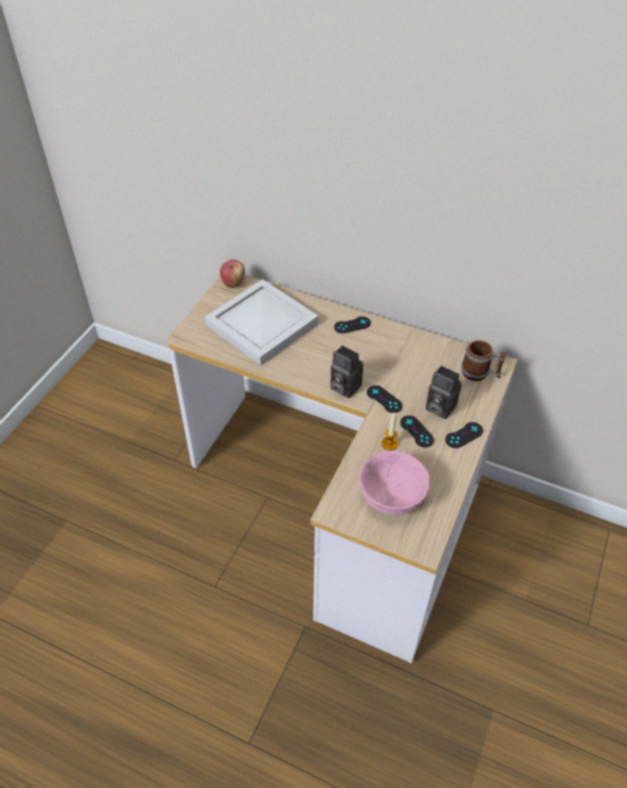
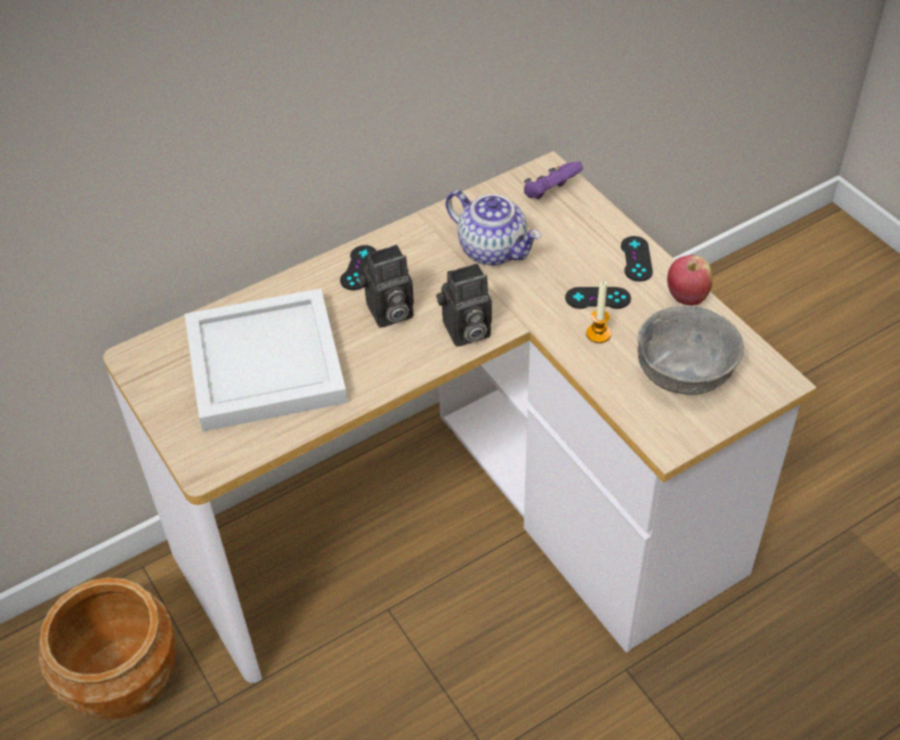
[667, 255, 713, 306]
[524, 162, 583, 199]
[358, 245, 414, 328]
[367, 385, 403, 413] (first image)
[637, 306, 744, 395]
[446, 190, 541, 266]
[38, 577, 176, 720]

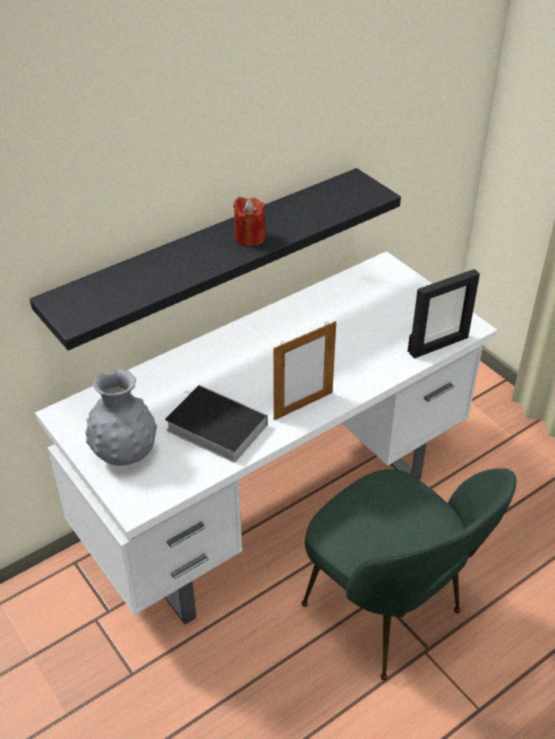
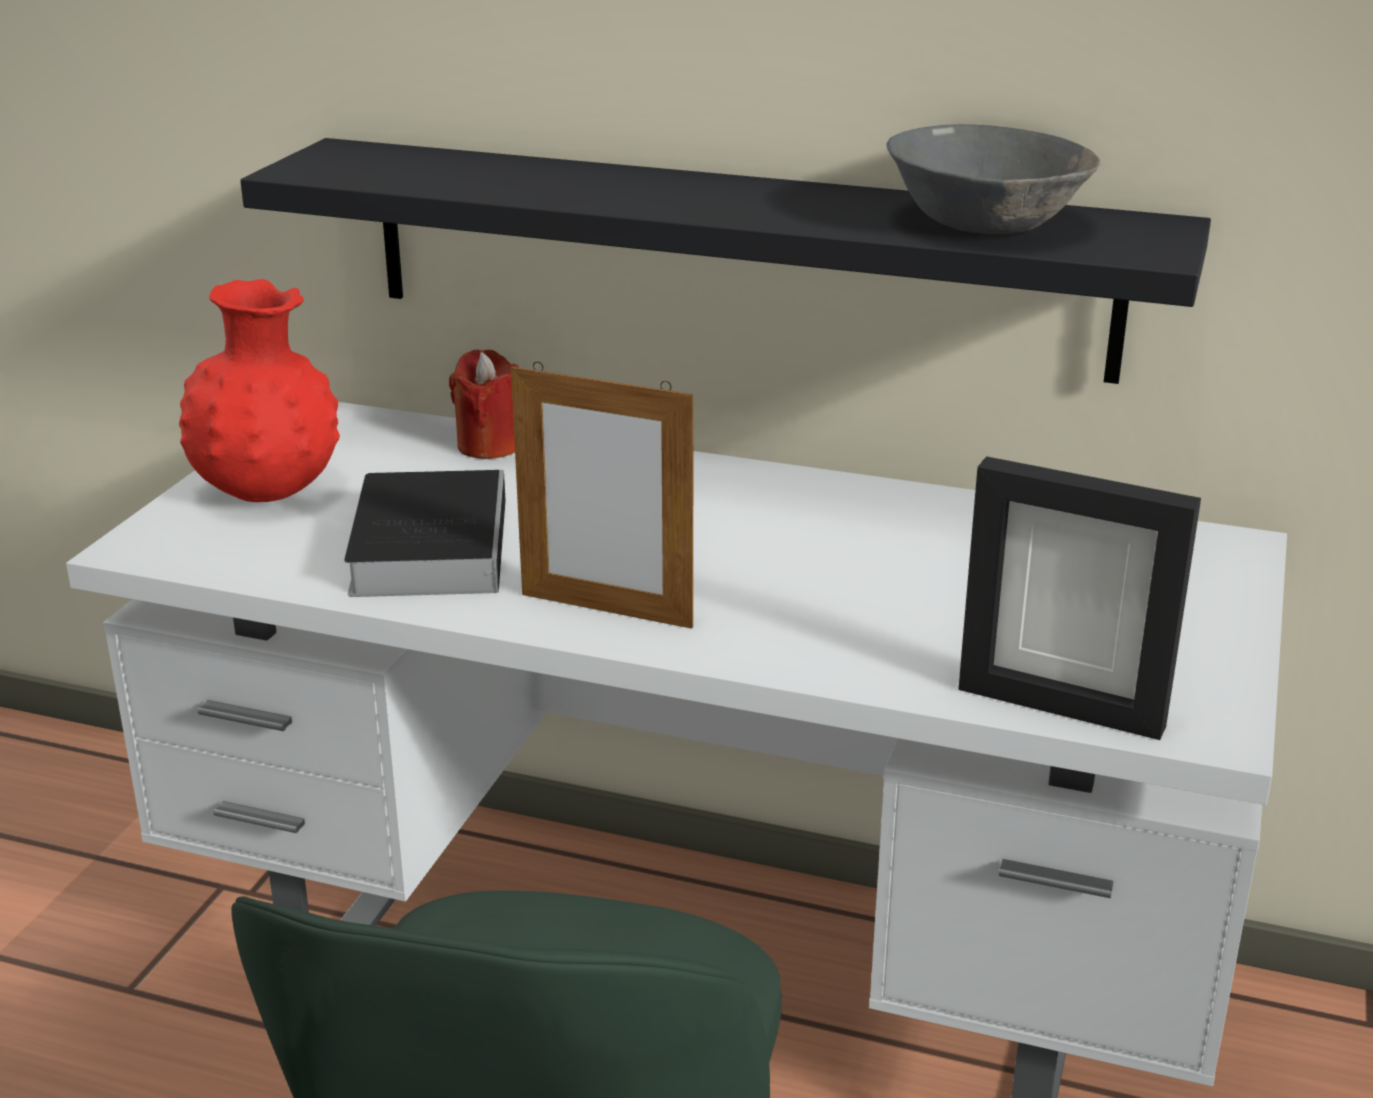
[449, 350, 519, 459]
[179, 279, 340, 502]
[886, 124, 1100, 234]

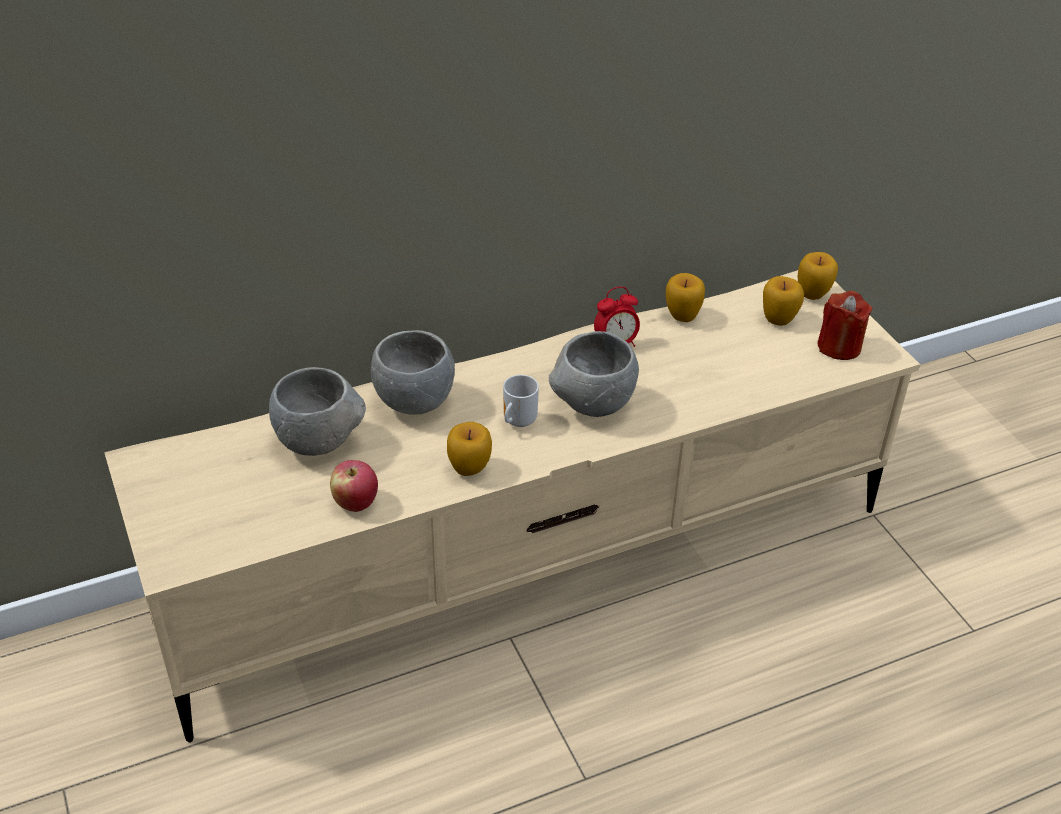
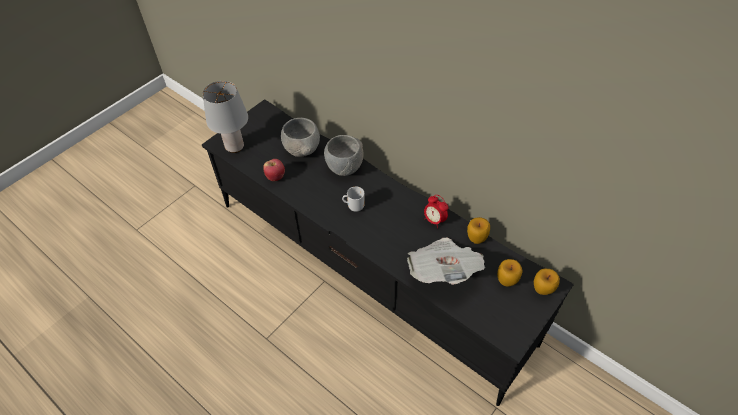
[202, 99, 574, 406]
[817, 291, 872, 360] (first image)
[549, 331, 639, 417] (first image)
[447, 422, 492, 476] (first image)
[203, 81, 248, 153]
[407, 238, 485, 285]

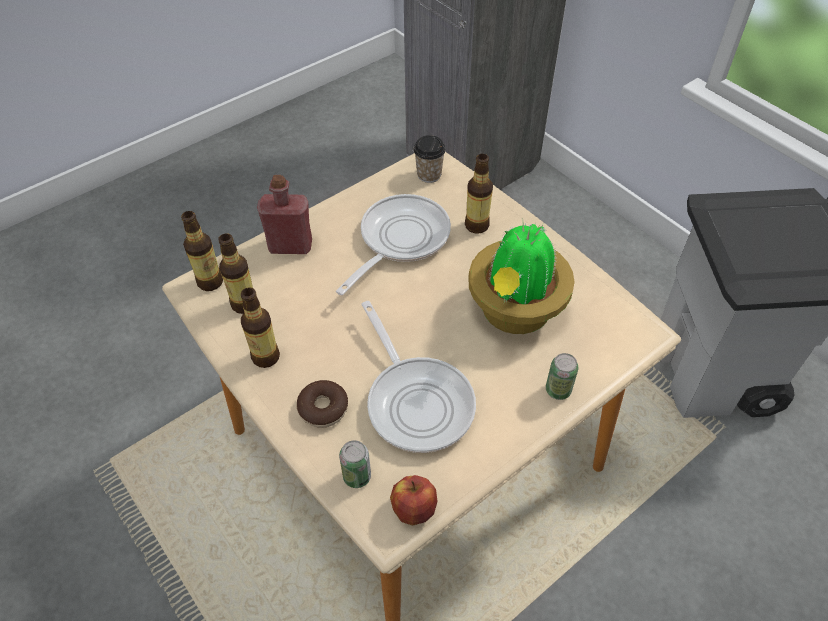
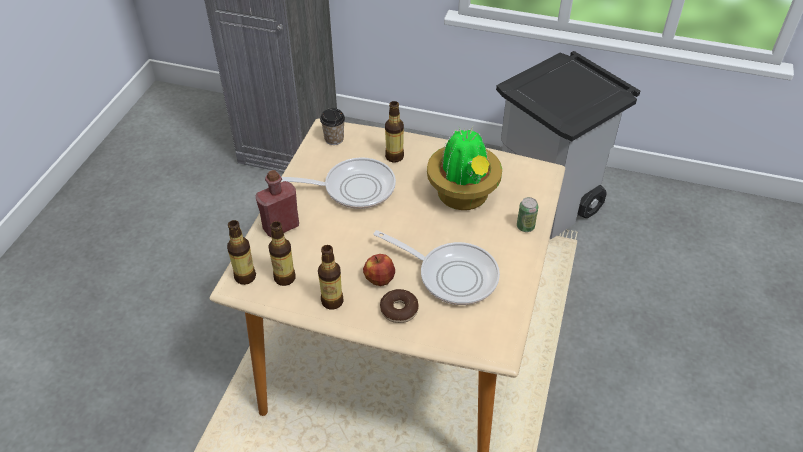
[281, 157, 396, 209]
[339, 440, 371, 488] (first image)
[363, 254, 395, 286]

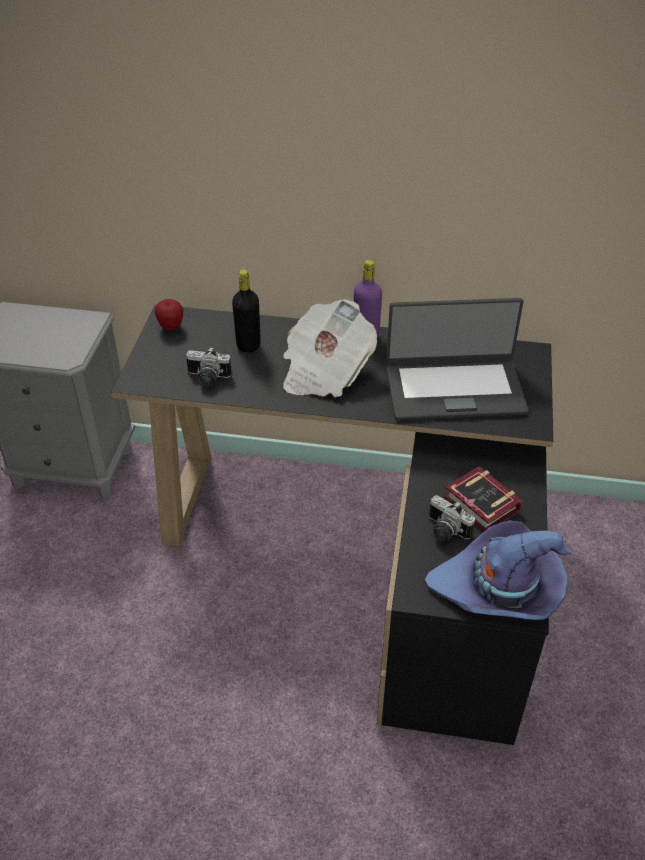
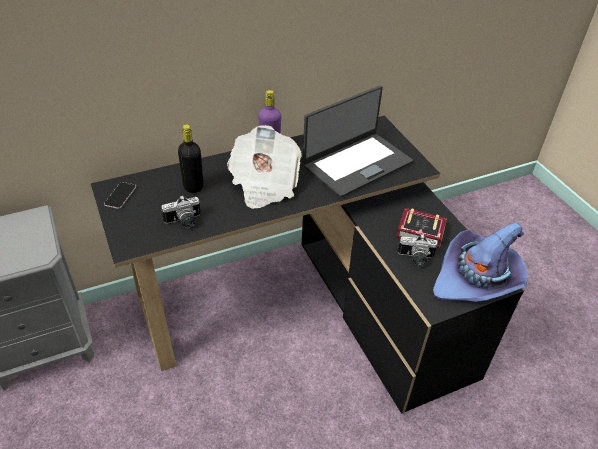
[104, 182, 136, 209]

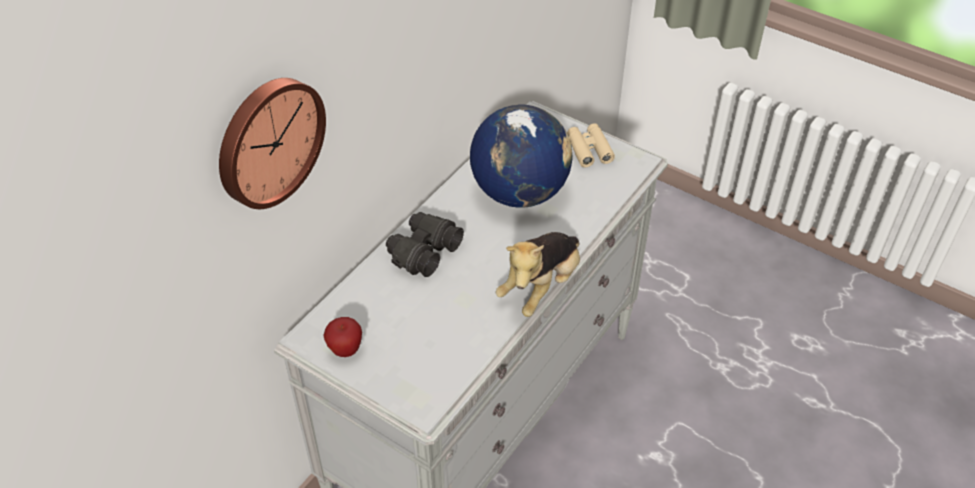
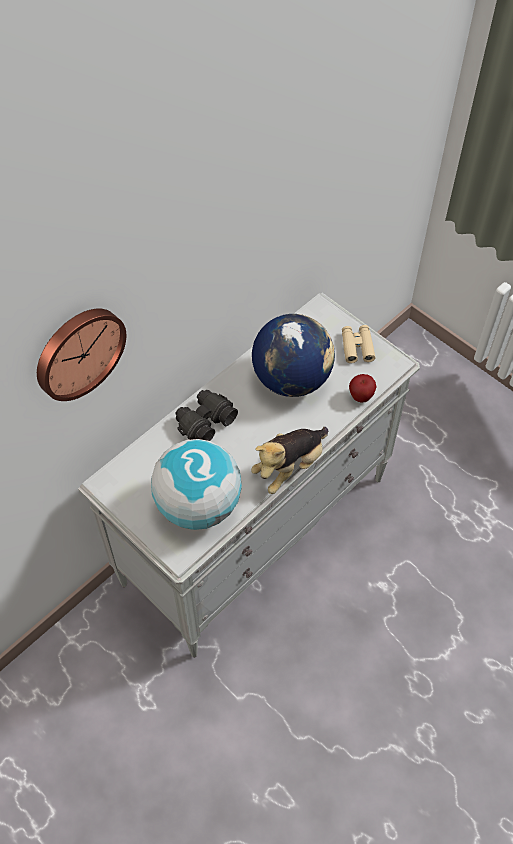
[349, 374, 376, 403]
[151, 439, 242, 530]

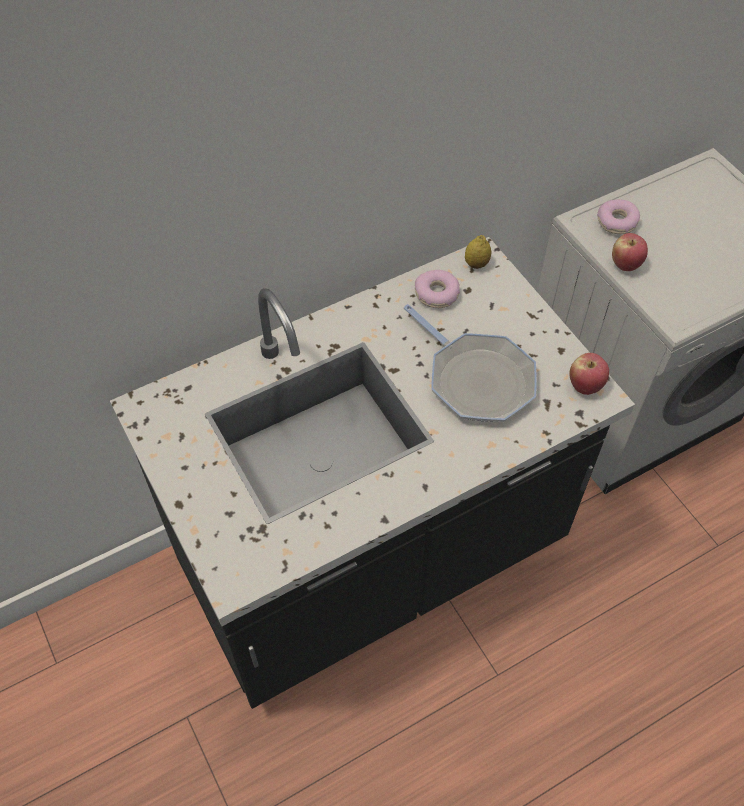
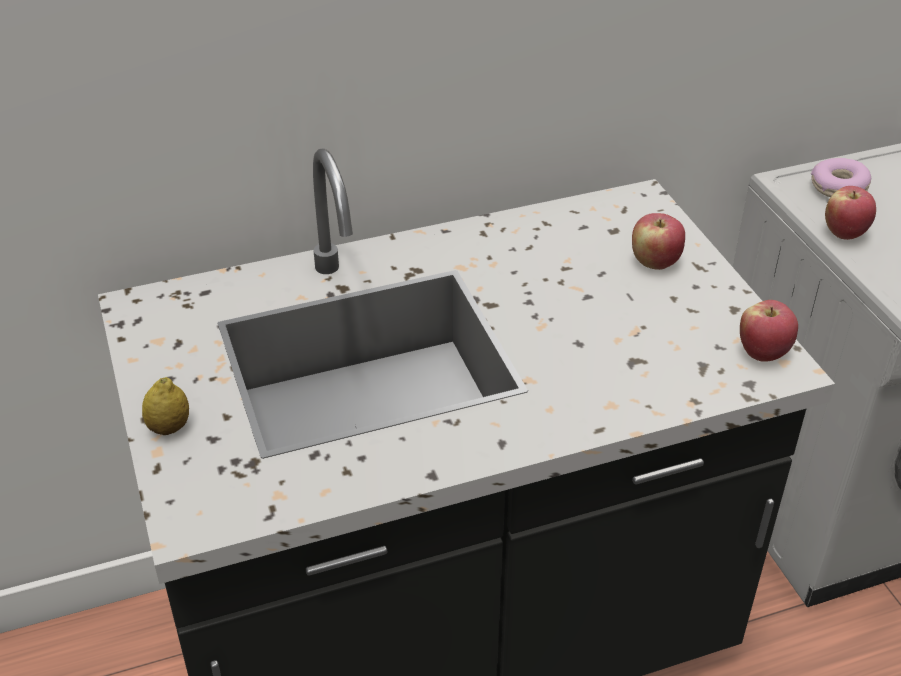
[142, 377, 189, 435]
[415, 270, 460, 308] (first image)
[404, 304, 537, 422] (first image)
[632, 213, 685, 270]

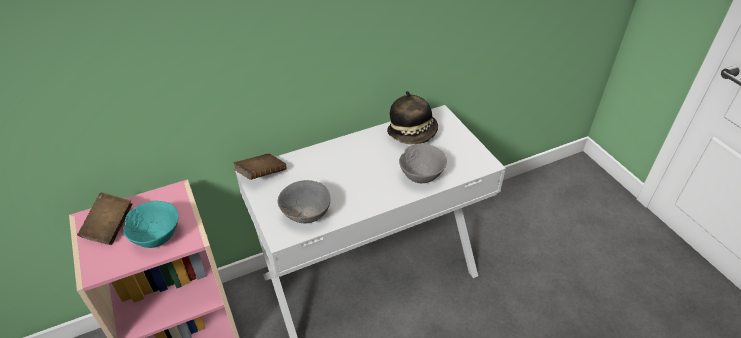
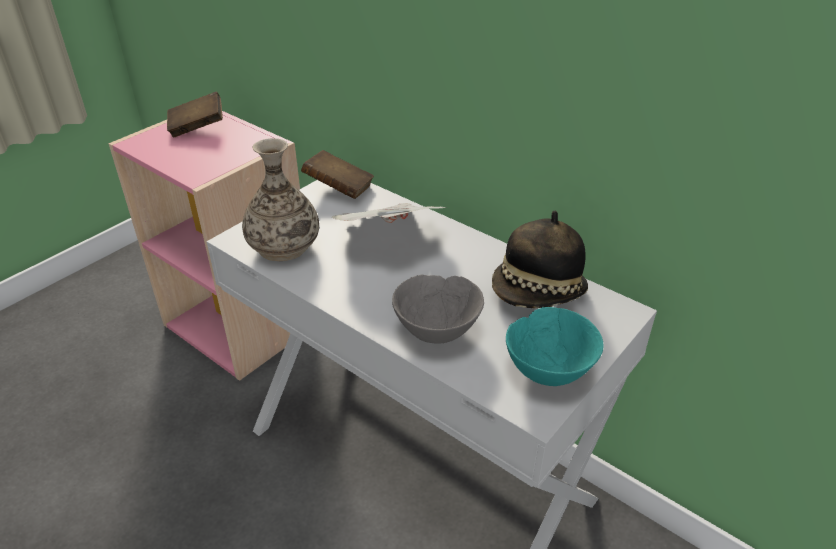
[242, 138, 319, 261]
[506, 307, 603, 386]
[332, 203, 448, 223]

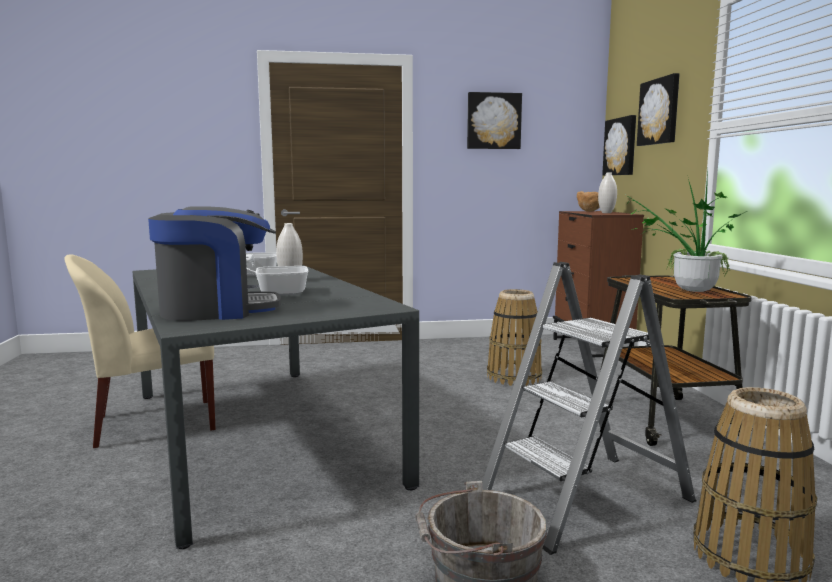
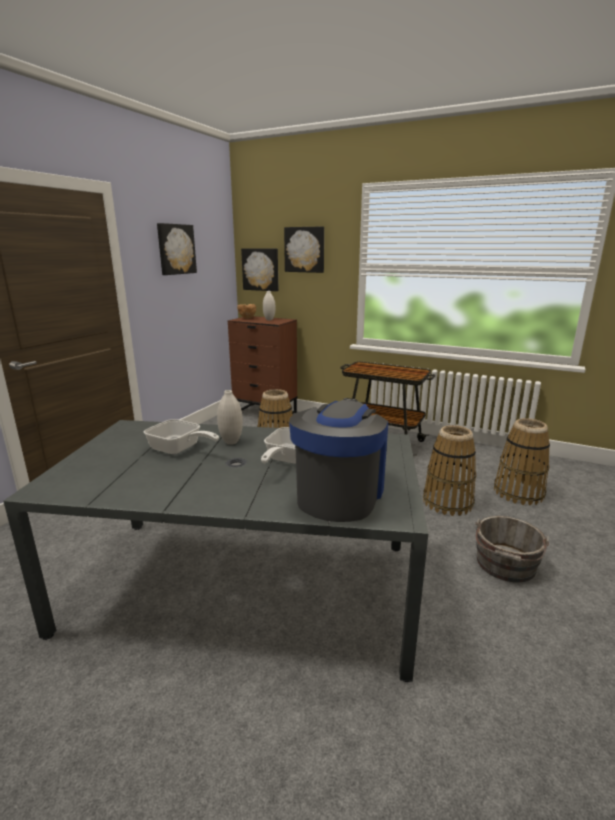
[626, 169, 747, 292] (first image)
[64, 254, 215, 448] (first image)
[423, 425, 476, 516]

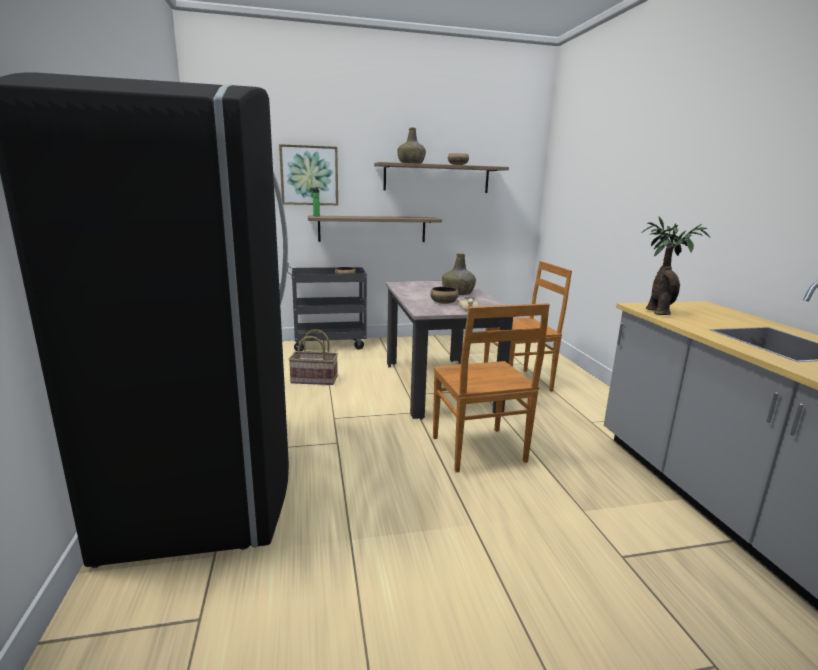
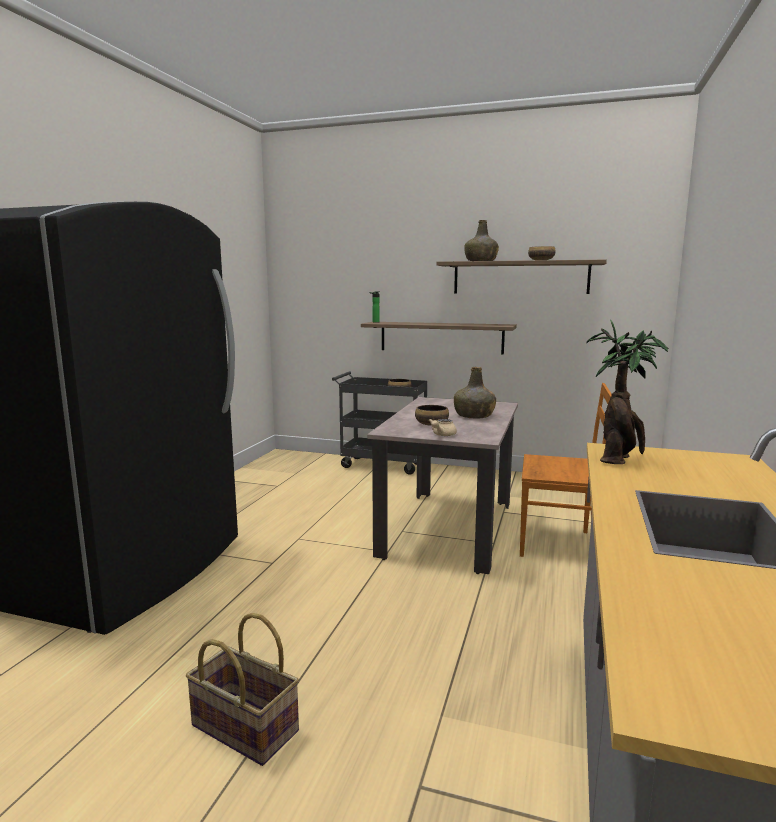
[279, 144, 338, 205] (first image)
[433, 303, 550, 473] (first image)
[186, 613, 299, 766]

